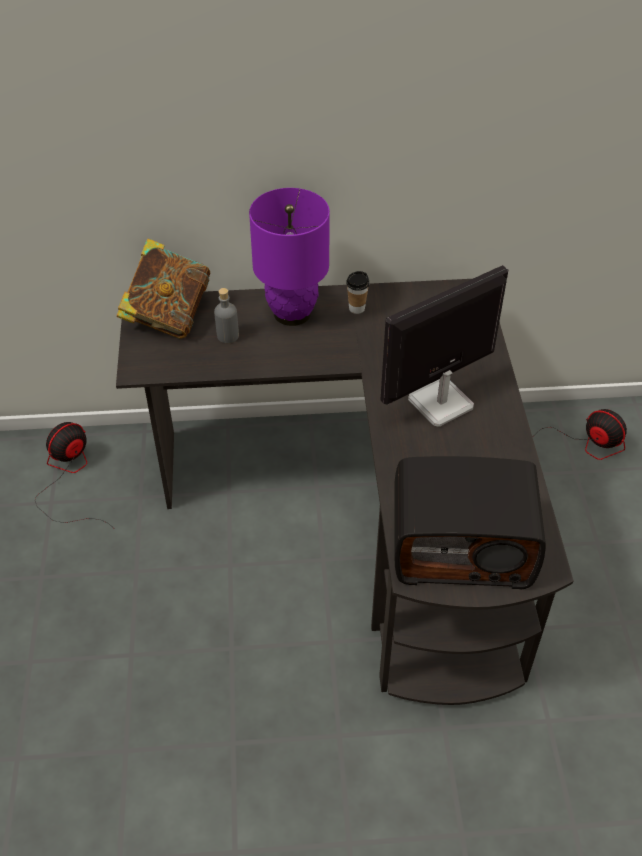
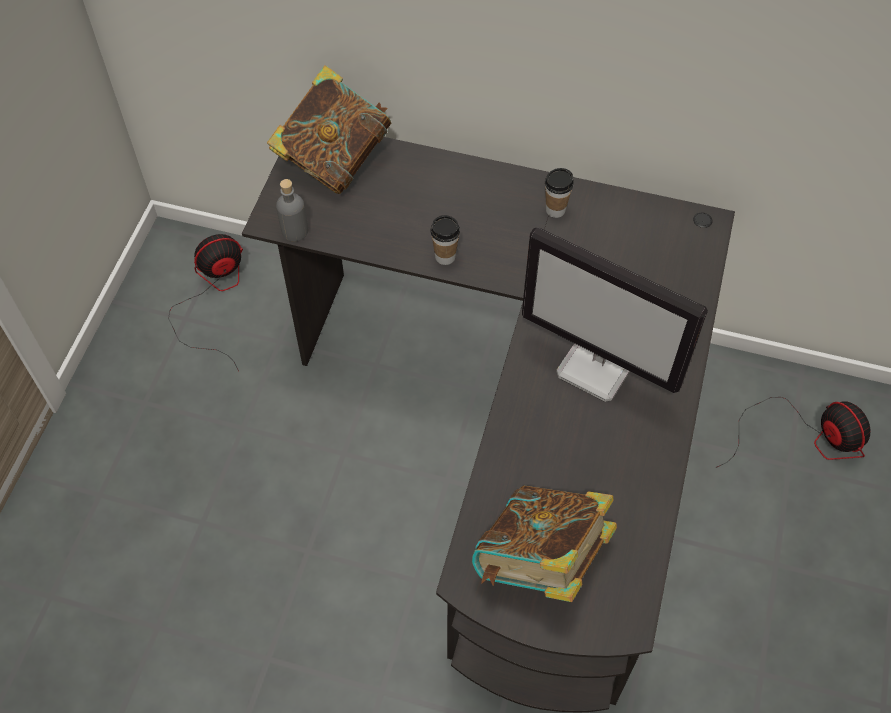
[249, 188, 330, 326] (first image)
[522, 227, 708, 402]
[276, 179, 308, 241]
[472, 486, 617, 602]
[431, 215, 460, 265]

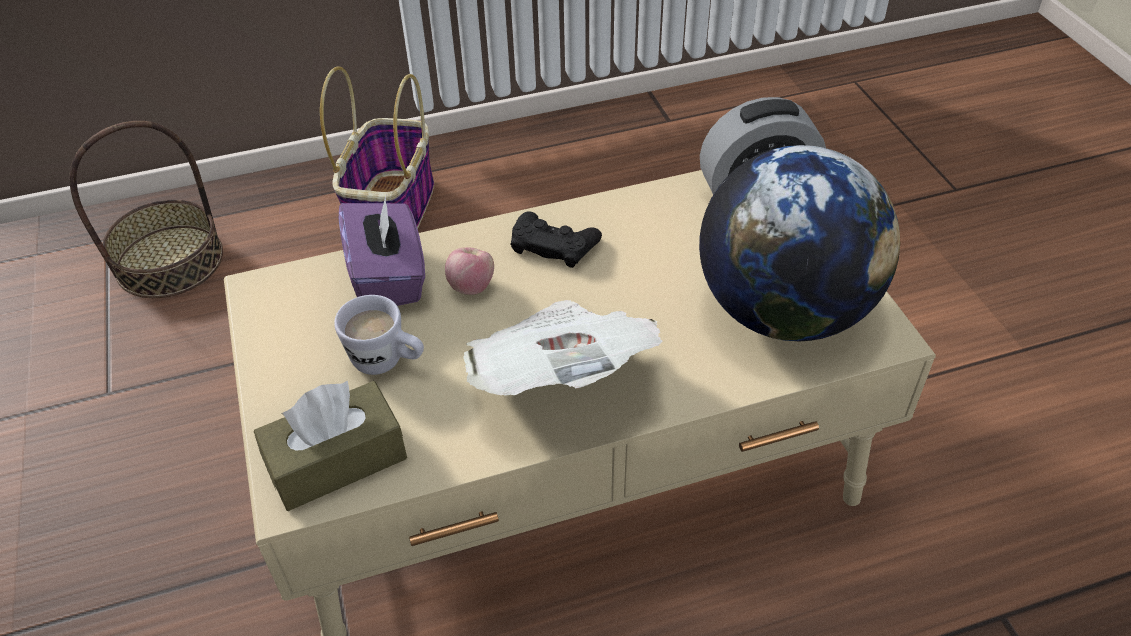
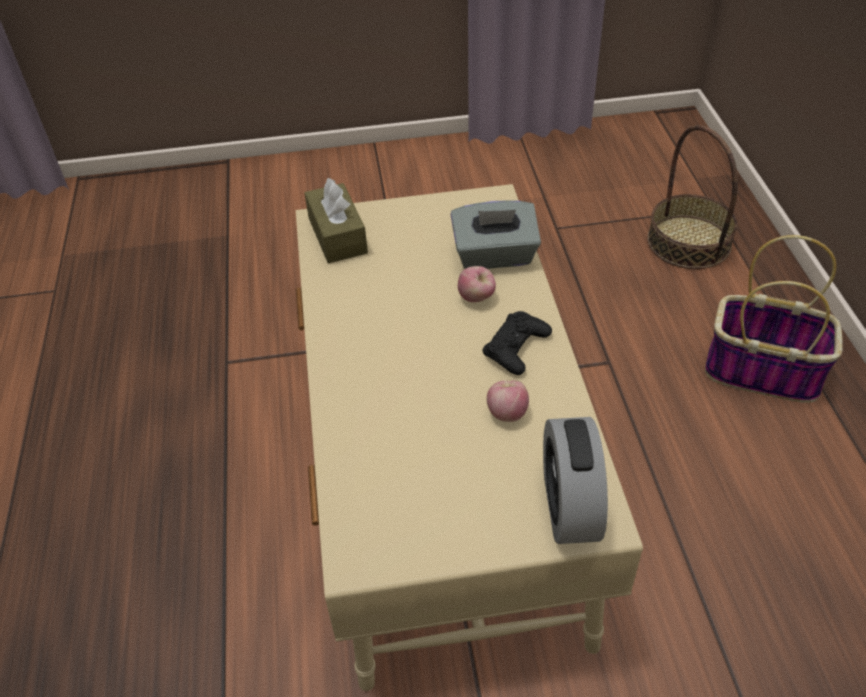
[699, 145, 900, 341] (first image)
[451, 200, 541, 269]
[334, 295, 424, 375] (first image)
[463, 300, 663, 396] (first image)
[487, 381, 529, 422]

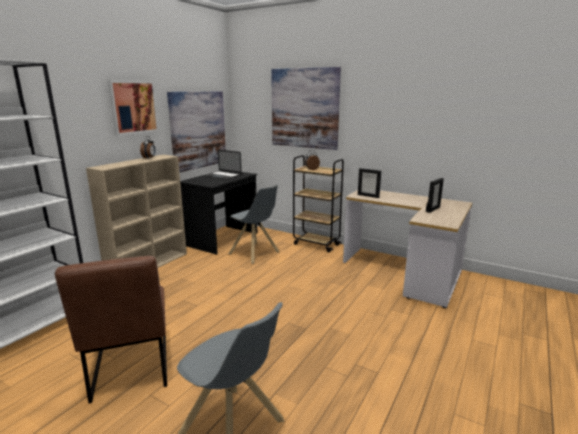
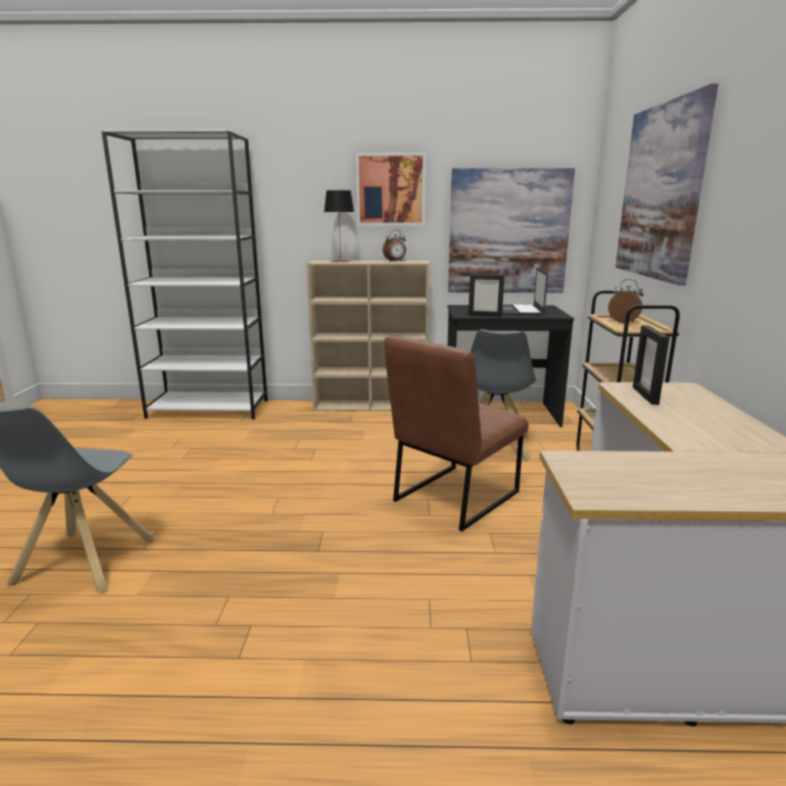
[468, 274, 505, 317]
[384, 336, 529, 531]
[324, 190, 354, 263]

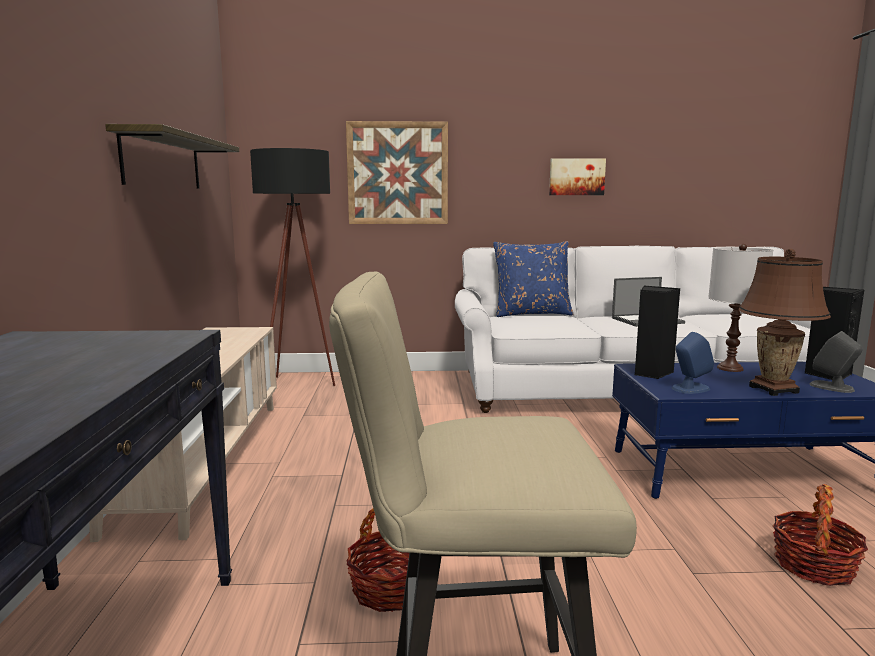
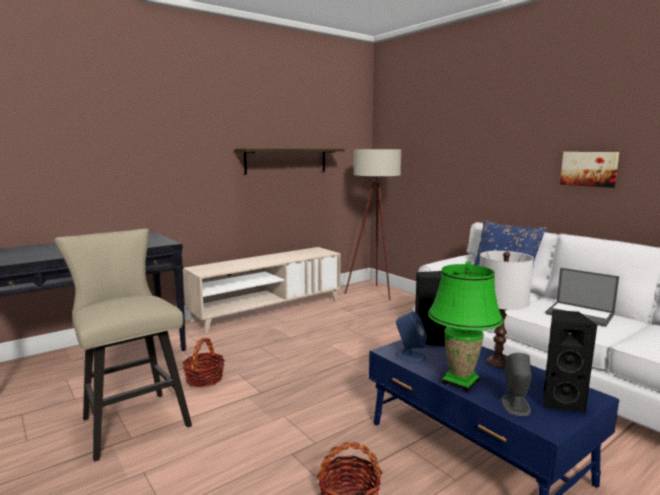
[346, 121, 448, 224] (first image)
[345, 149, 401, 300]
[428, 261, 503, 393]

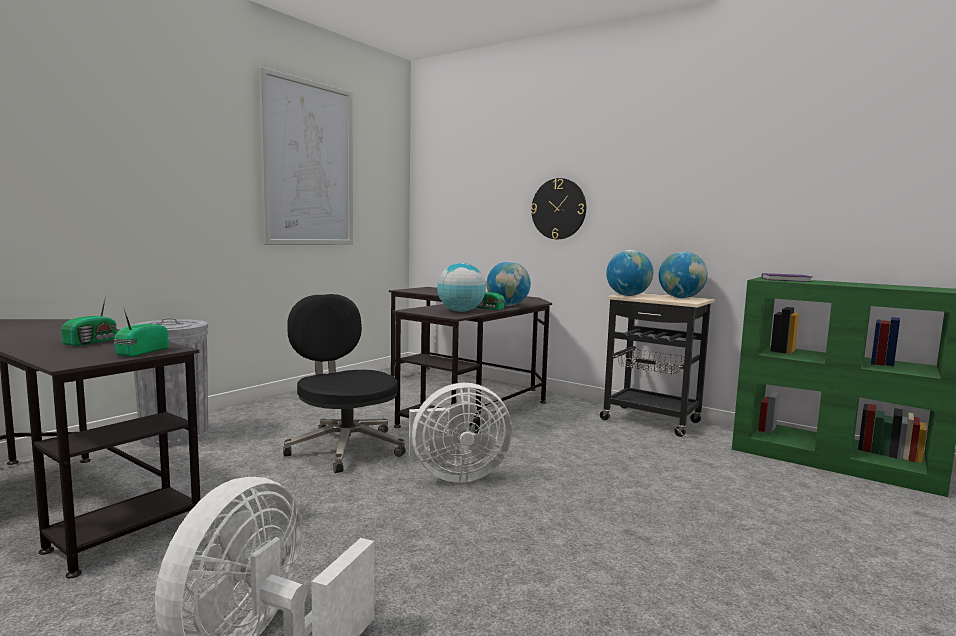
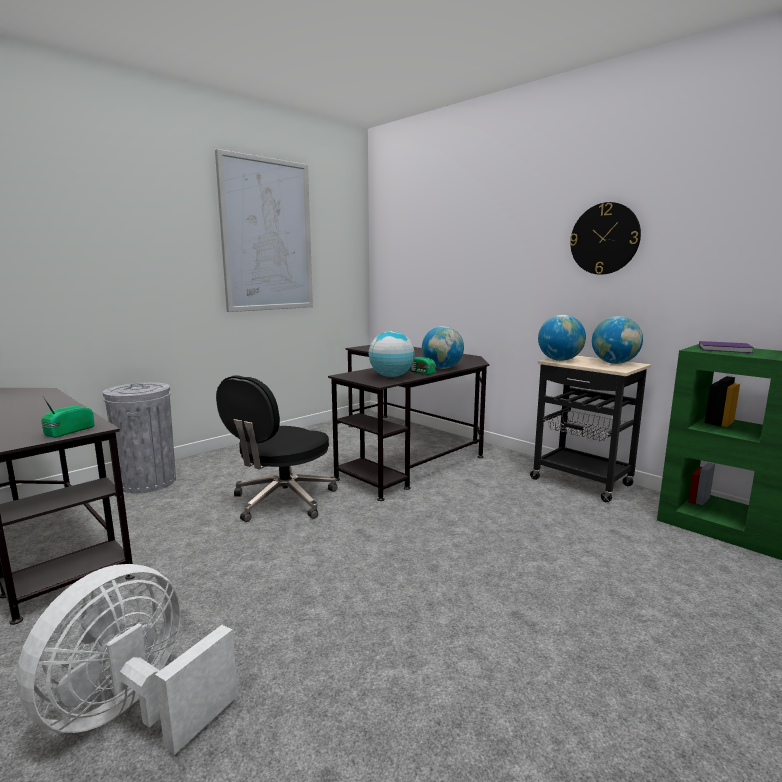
[570, 202, 641, 275]
[216, 375, 337, 522]
[61, 295, 117, 346] (first image)
[409, 383, 512, 483] (first image)

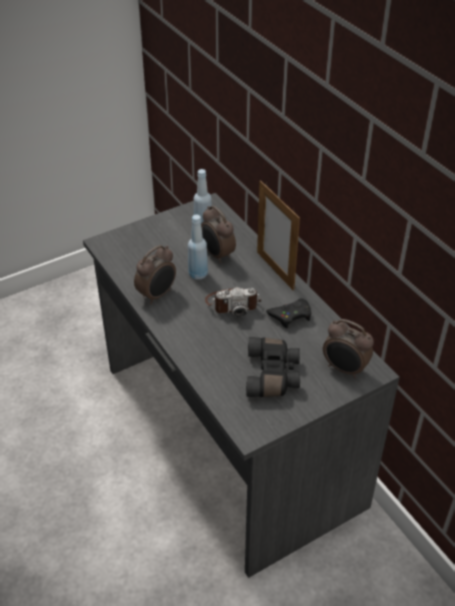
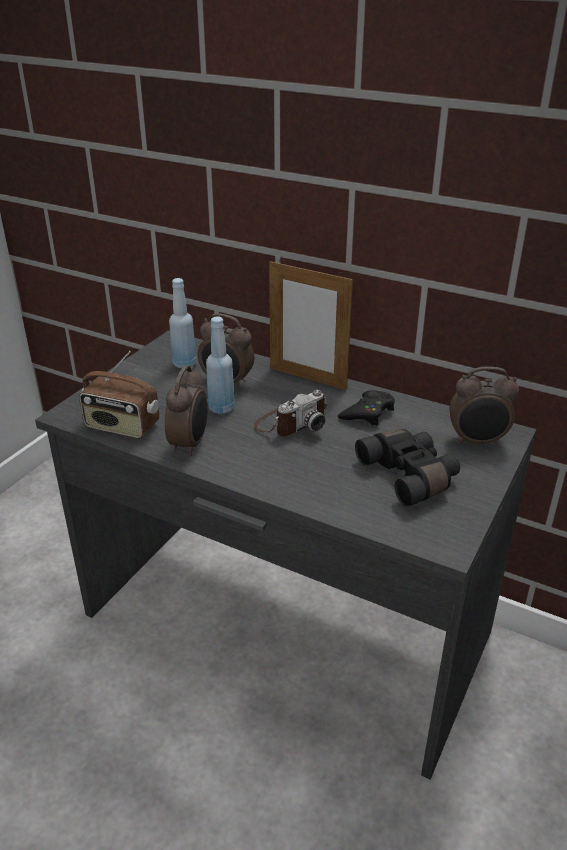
[79, 351, 159, 439]

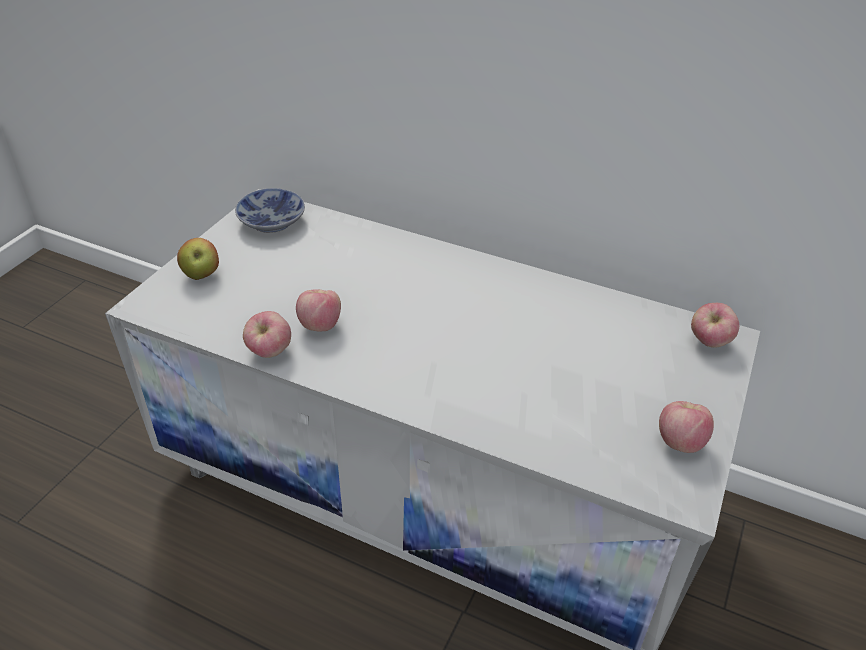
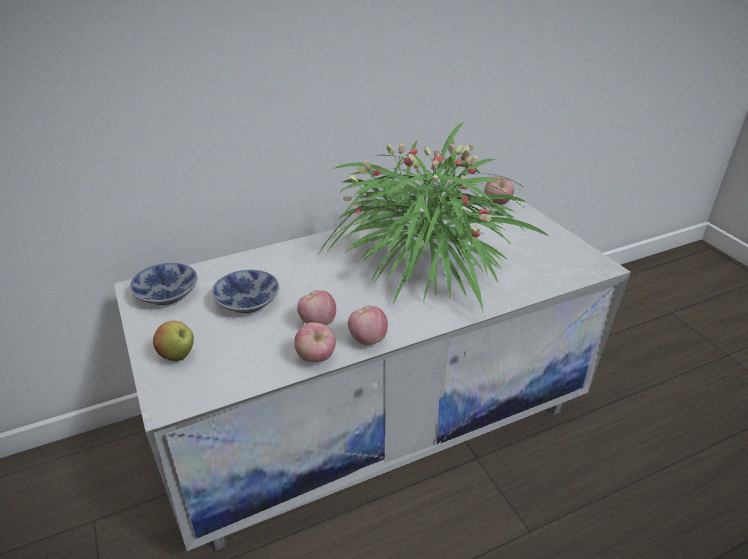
[348, 306, 388, 345]
[317, 123, 549, 311]
[212, 270, 279, 313]

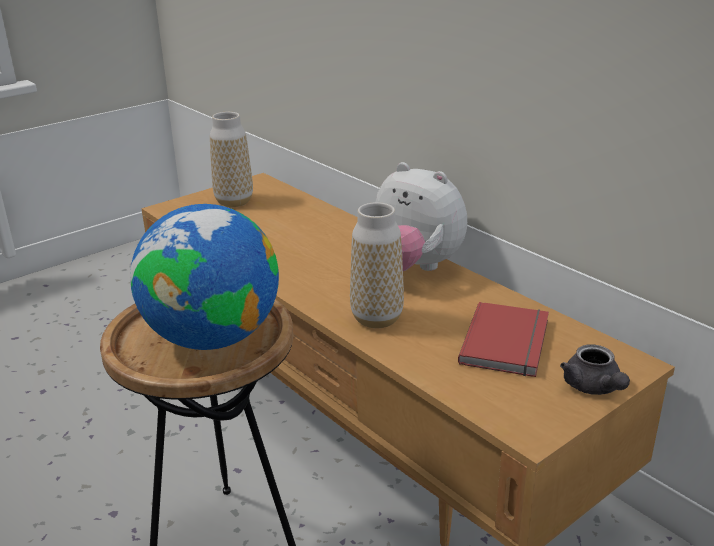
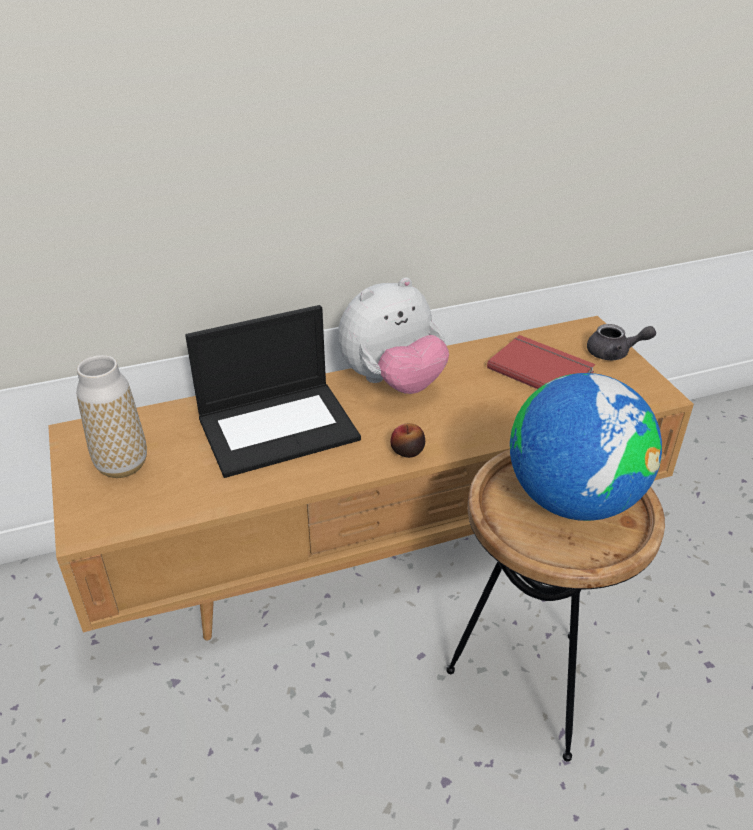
[350, 202, 404, 328] (first image)
[185, 305, 361, 478]
[390, 423, 425, 458]

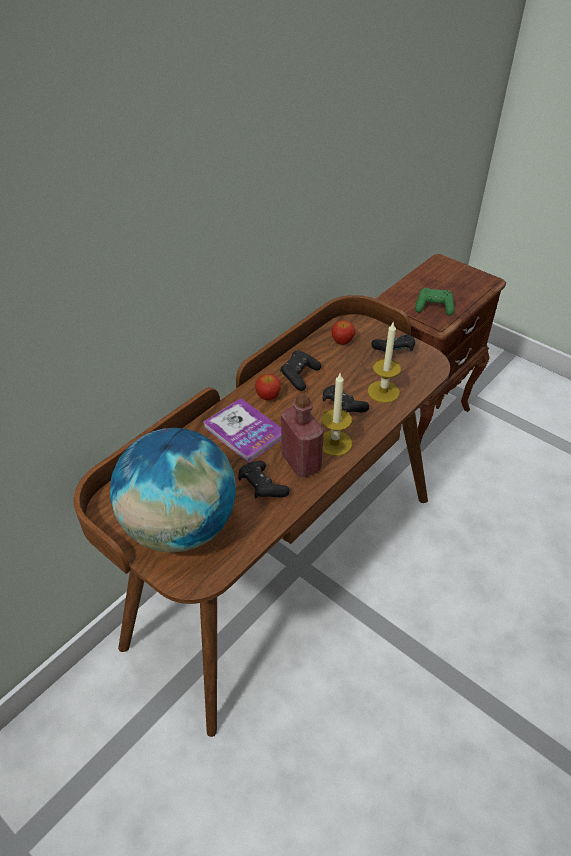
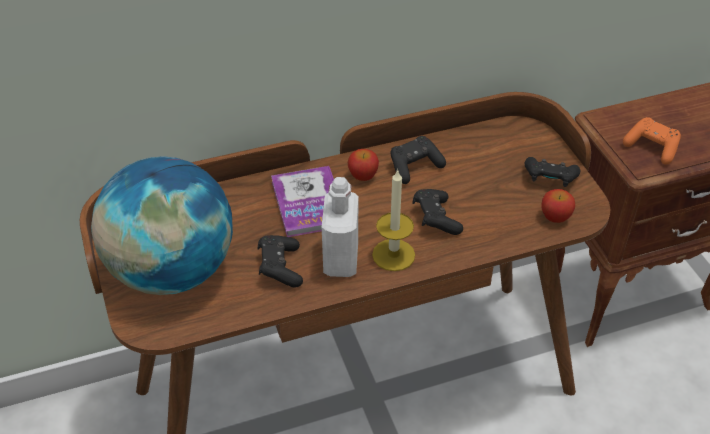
[623, 117, 681, 165]
[541, 189, 575, 223]
[368, 323, 401, 403] (first image)
[322, 177, 358, 277]

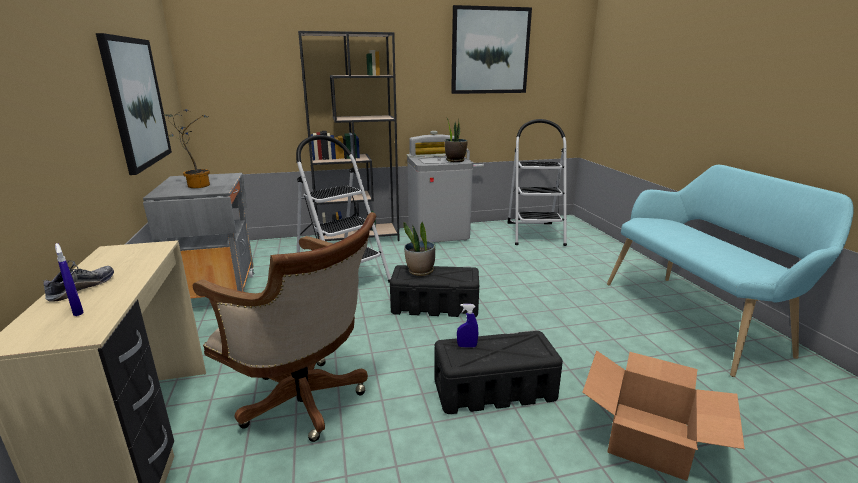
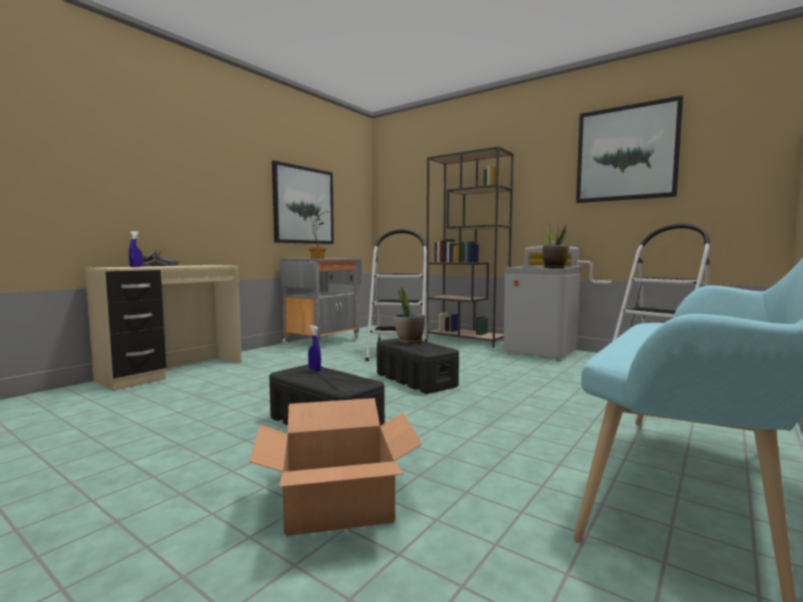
[193, 212, 376, 442] (first image)

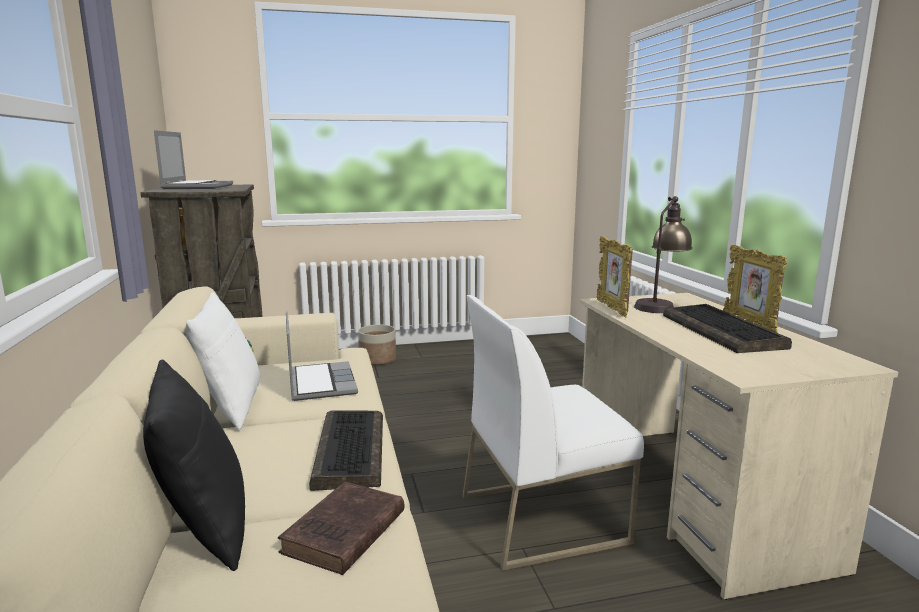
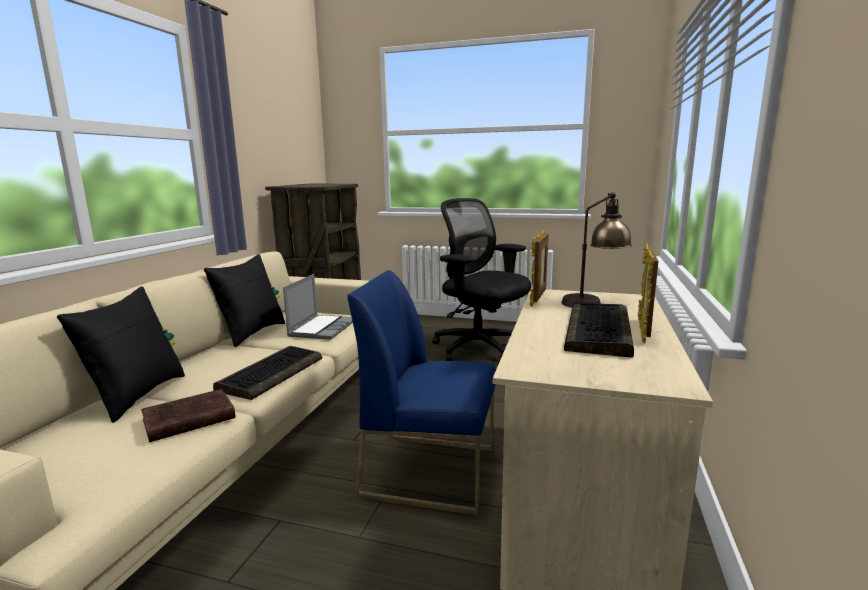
[154, 130, 233, 189] (first image)
[204, 254, 285, 347]
[347, 270, 496, 516]
[358, 325, 396, 365] (first image)
[432, 198, 531, 362]

